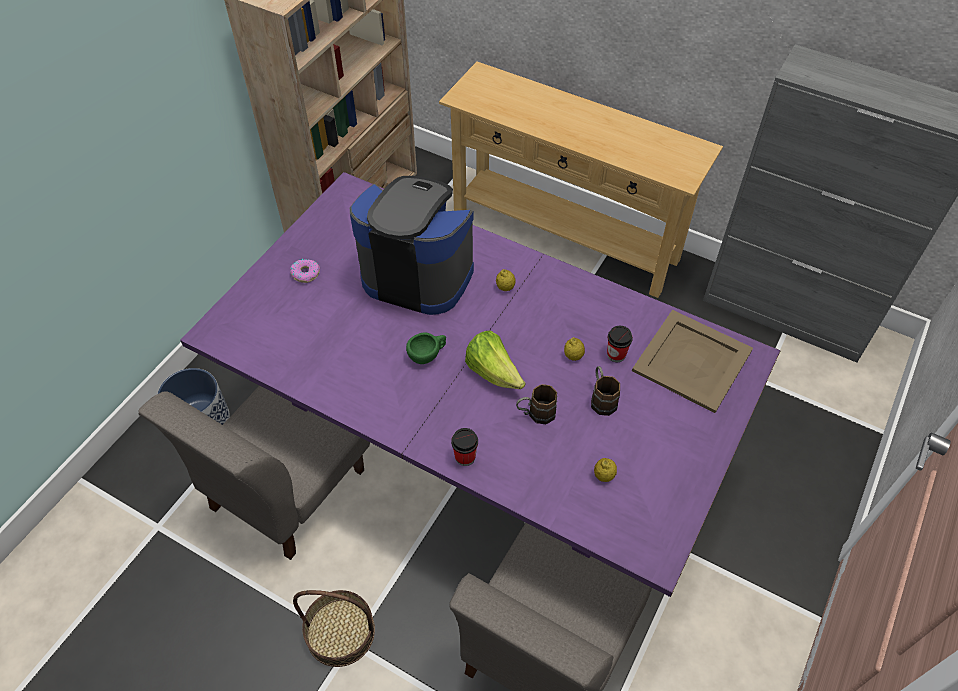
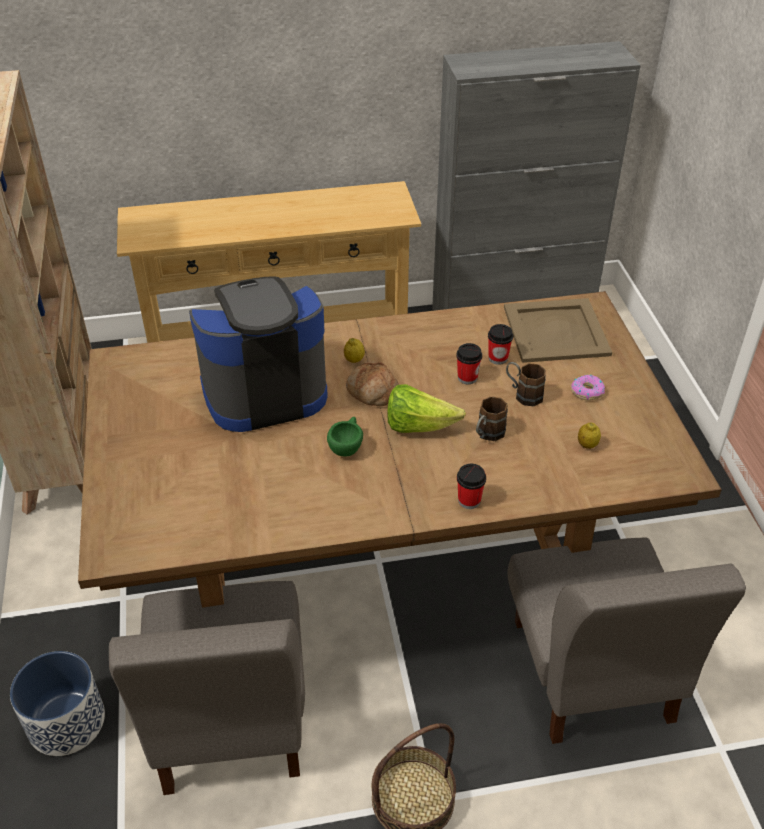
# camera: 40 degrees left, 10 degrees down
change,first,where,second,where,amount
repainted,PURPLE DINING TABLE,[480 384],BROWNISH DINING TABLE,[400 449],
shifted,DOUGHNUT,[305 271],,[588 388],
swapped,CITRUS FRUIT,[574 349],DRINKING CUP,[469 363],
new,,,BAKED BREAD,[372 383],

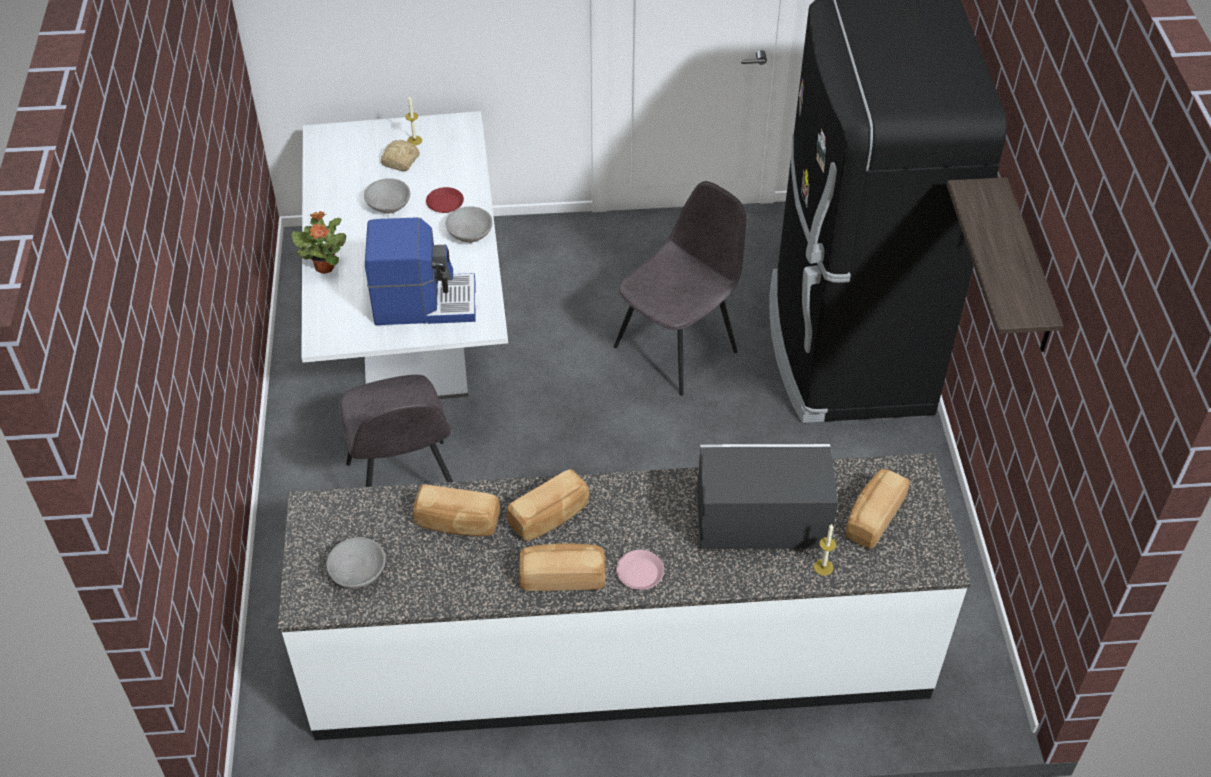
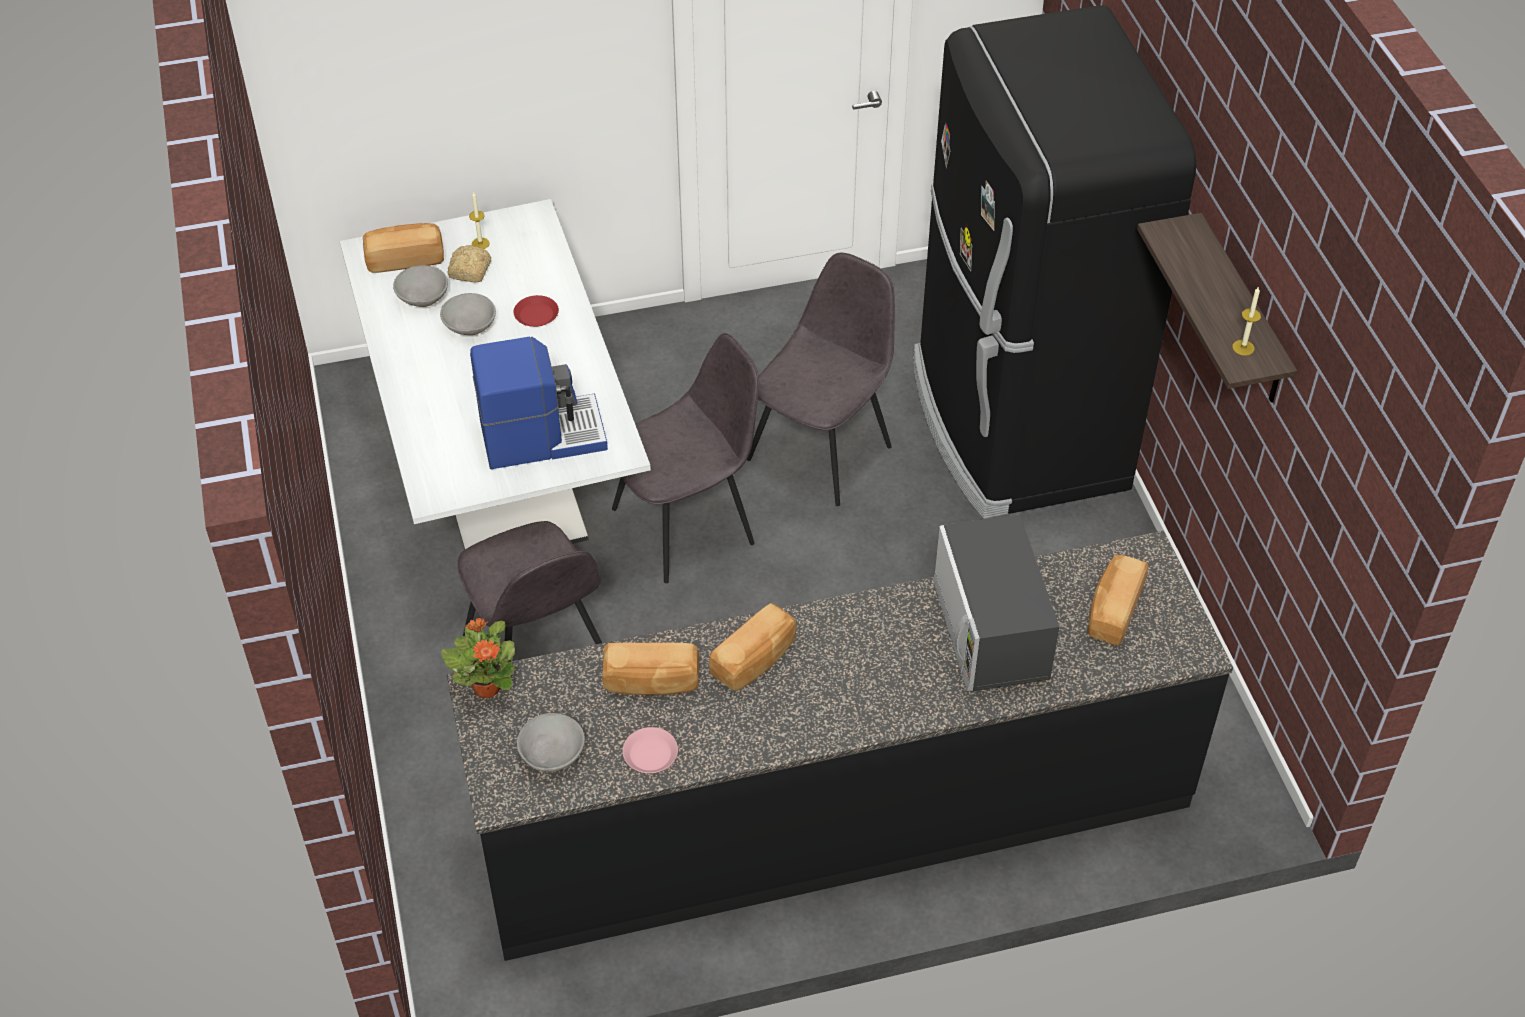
# camera: 10 degrees left, 0 degrees up
change,first,where,second,where,amount
shifted,GREY DEEP DISH,[469 225],,[420 286],
shifted,POTTED PLANT,[319 242],,[478 658],
rotated,MICROWAVE OVEN,[767 496],,[996 603],90 degrees counterclockwise
repainted,WHITE KITCHEN COUNTER,[624 596],BLACK-COLOURED KITCHEN COUNTER,[840 746],
shifted,WAX LIGHT,[825 550],,[1246 321],
shifted,BAKED BREAD,[562 567],,[403 248],
shifted,PINK FLAT DISH,[640 570],,[650 750],
new,,,GREY PLAIN CHAIR,[685 458],

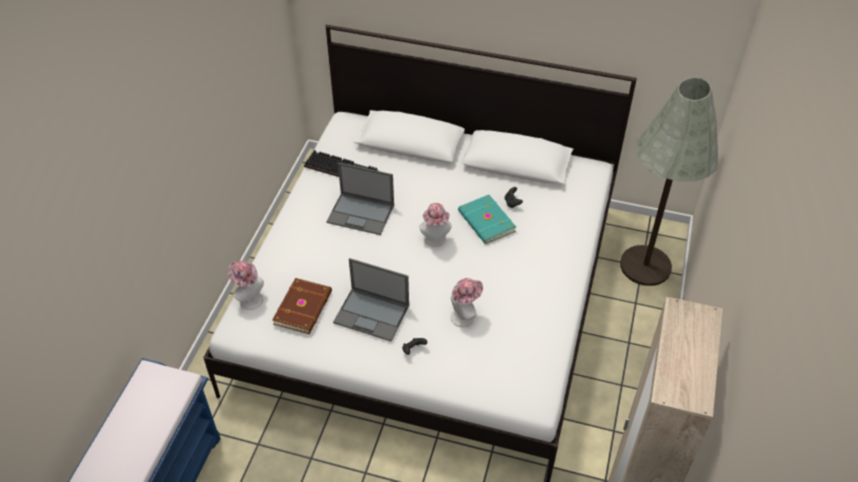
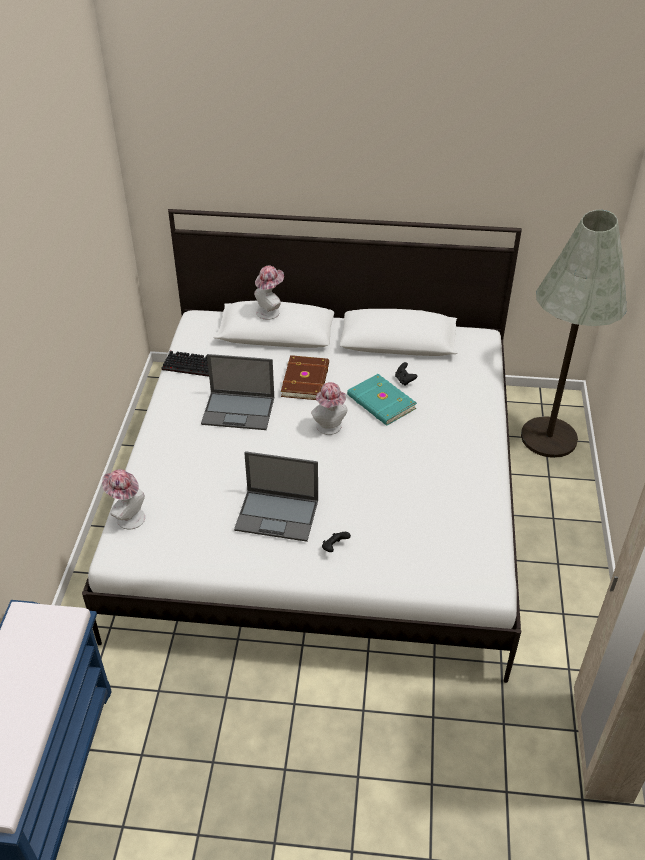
# camera: 10 degrees left, 5 degrees down
change,first,where,second,where,amount
shifted,BROWNISH VOLUME,[302 306],,[305 377],
shifted,WEARABLE HAT,[467 302],,[269 293],

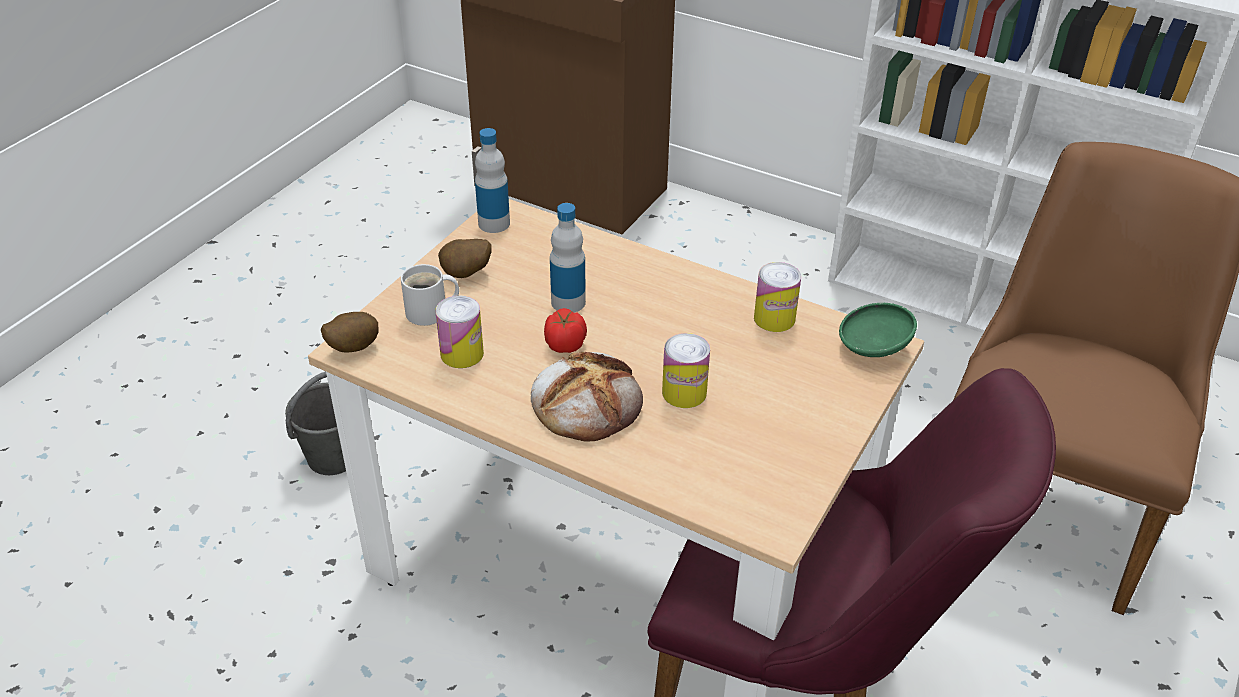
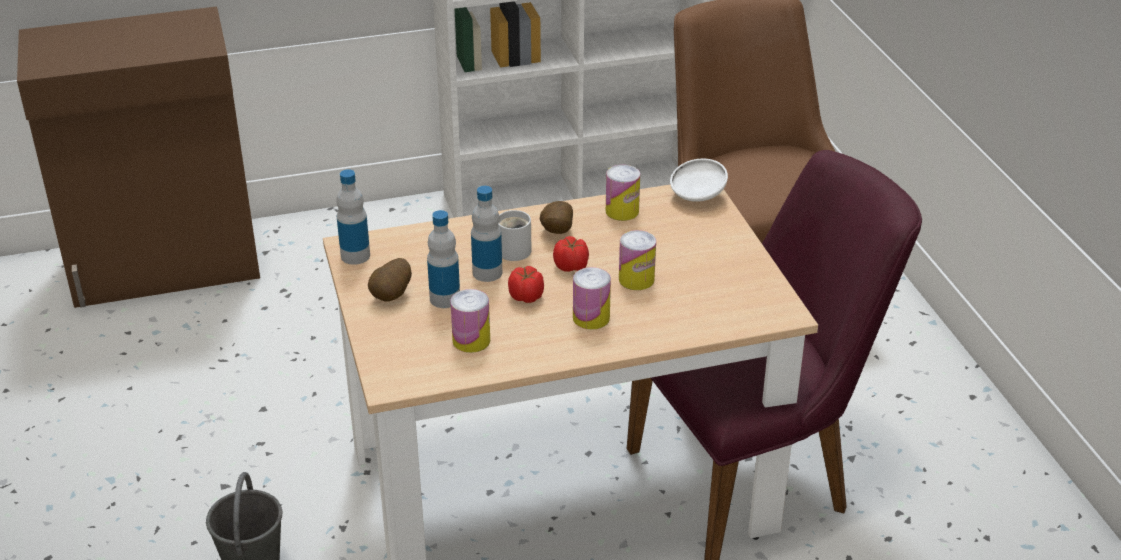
# camera: 45 degrees left, 5 degrees down
change,first,where,second,where,amount
shifted,WHITE MUG,[430 295],,[514 235],
repainted,GREEN-COLOURED DEEP DISH,[878 330],WHITE DEEP DISH,[699 180],
shifted,WHOLE POTATO,[350 332],,[556 217],
swapped,BAKED BREAD,[587 397],SEALED CAN,[592 298],
new,,,DRINK BOTTLE,[443 259],
new,,,TOMATO,[571 254],

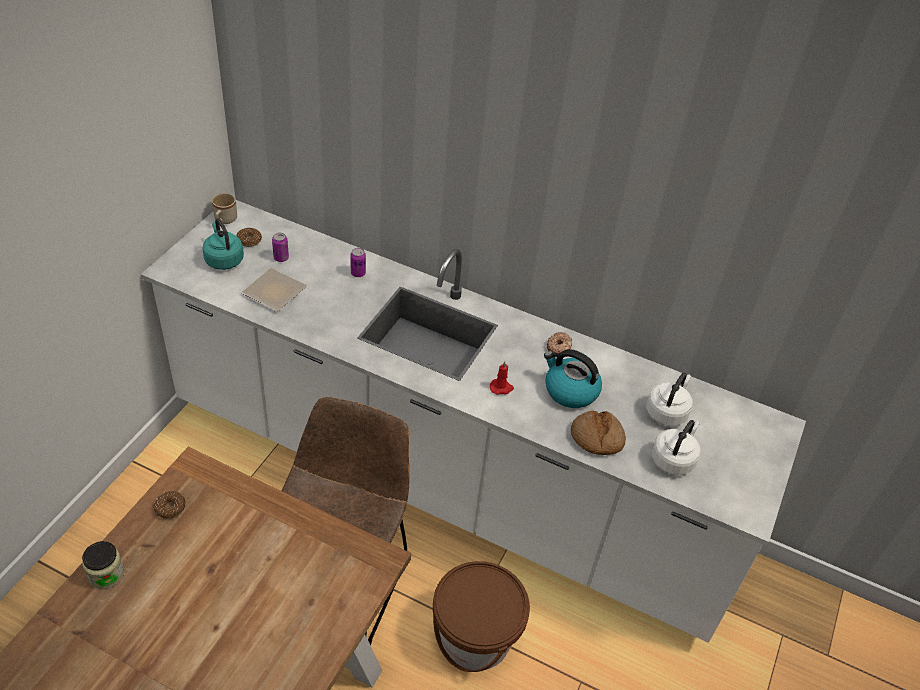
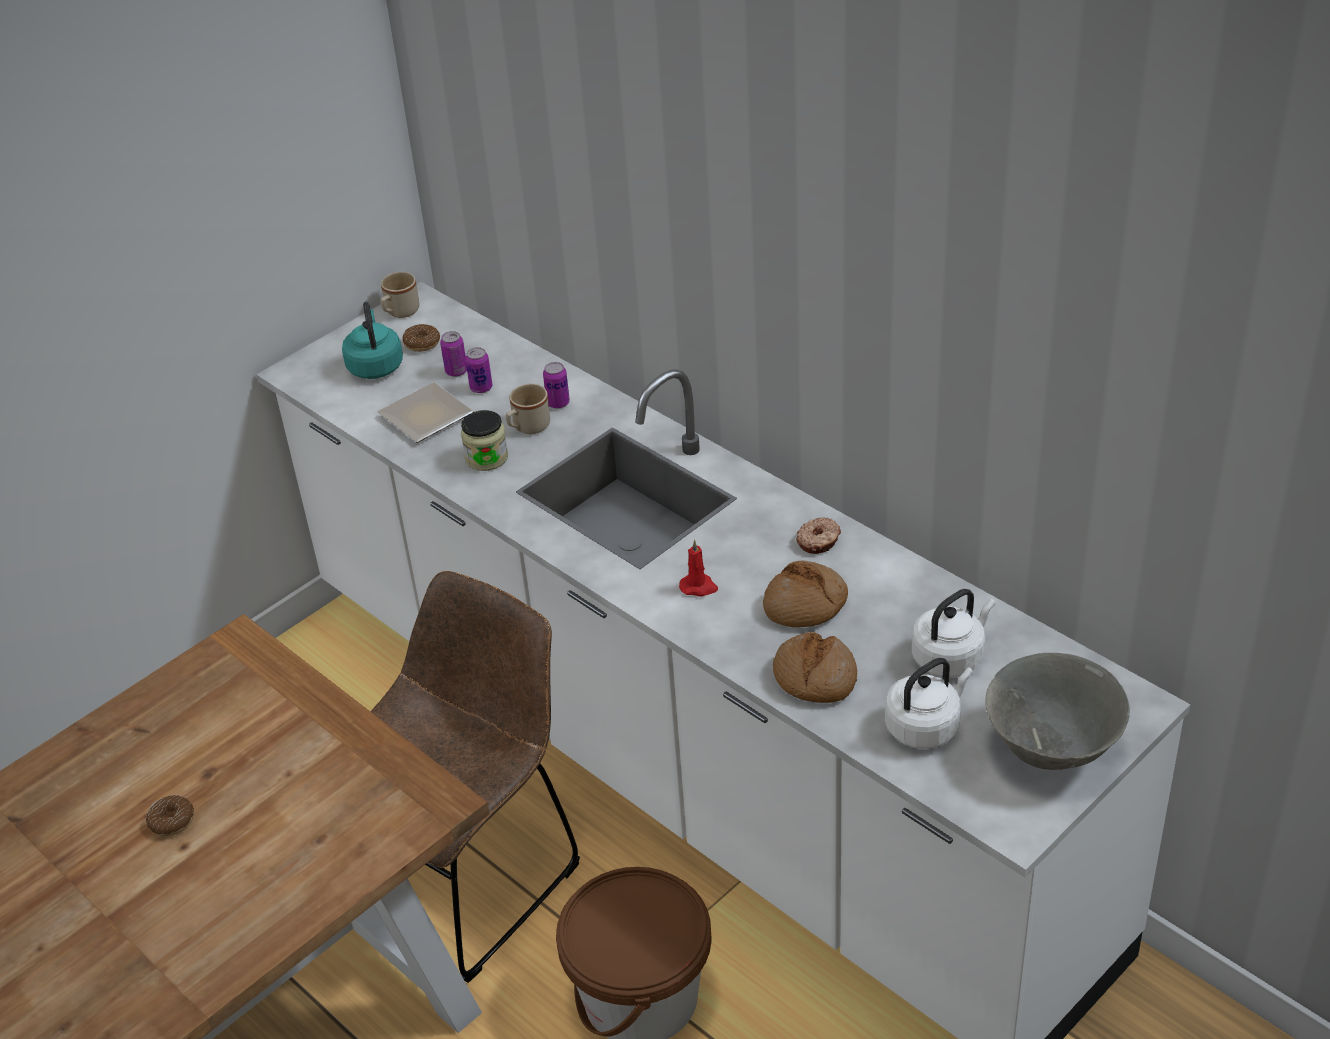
# camera: 25 degrees right, 5 degrees down
change,first,where,second,where,amount
swapped,KETTLE,[573 378],BAKED BREAD,[805 594],
shifted,DOUGHNUT,[170 505],,[170 815],
shifted,STORAGE JAR,[103 565],,[484 440],
new,,,SEALED CAN,[479 370],
new,,,BEIGE MUG,[528 409],
new,,,GREY DEEP DISH,[1057 711],

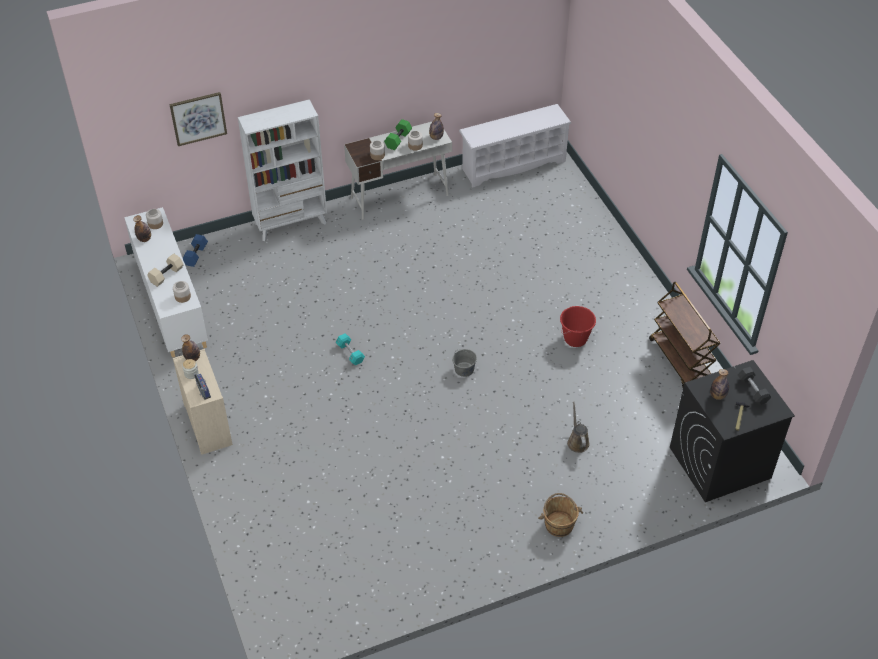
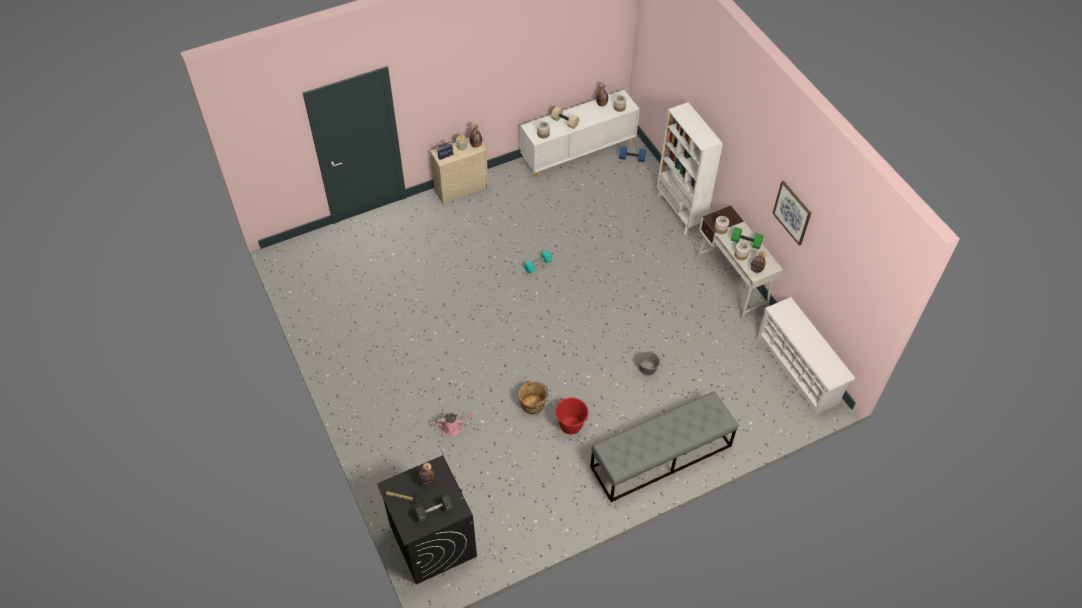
# camera: 85 degrees right, 5 degrees up
change,first,where,second,where,amount
shifted,WALL ART,[198 119],,[791 213],
gone,BROWNISH WHEELED CART,[684 335],,,
shifted,GREY PAIL,[464 363],,[649 363],
repainted,BROWNISH WATERING POT,[578 427],PINK WATERING POT,[456 423],
shifted,BROWNISH PAIL,[560 515],,[534 397],
new,,,GREY INDOOR BENCH,[664 447],

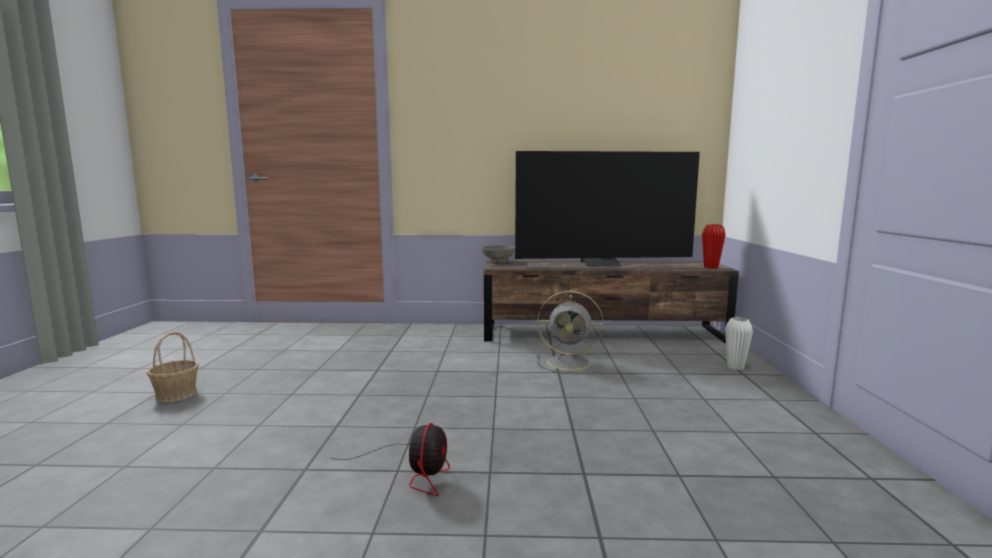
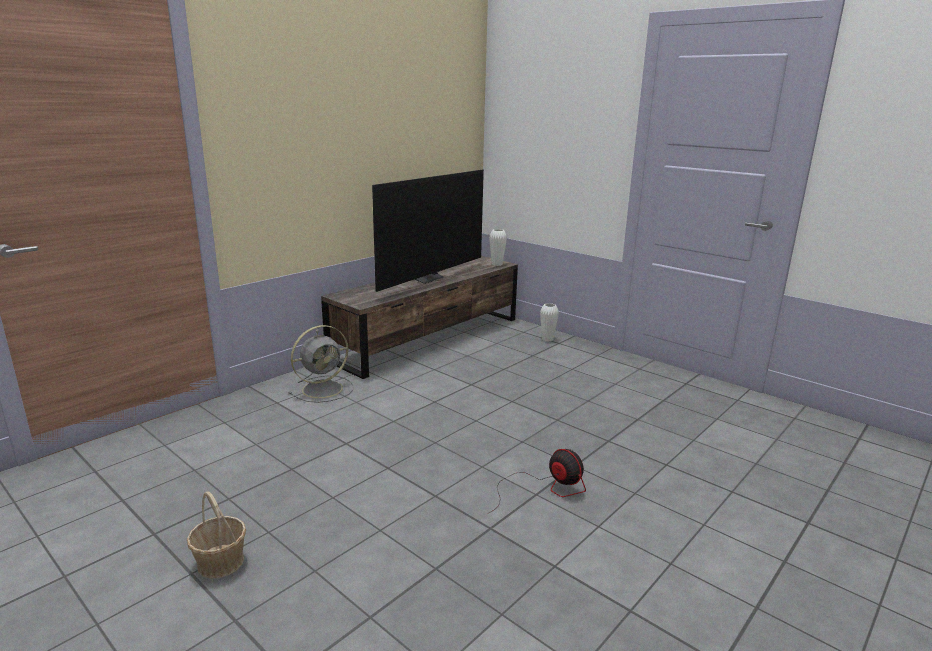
# camera: 50 degrees left, 10 degrees up
change,first,where,second,where,amount
repainted,REDDISH VASE,[714 246],WHITE VASE,[498 247],
gone,GREY DEEP DISH,[498 254],,,
shifted,GREY ELECTRIC FAN,[570 332],,[321 364],

